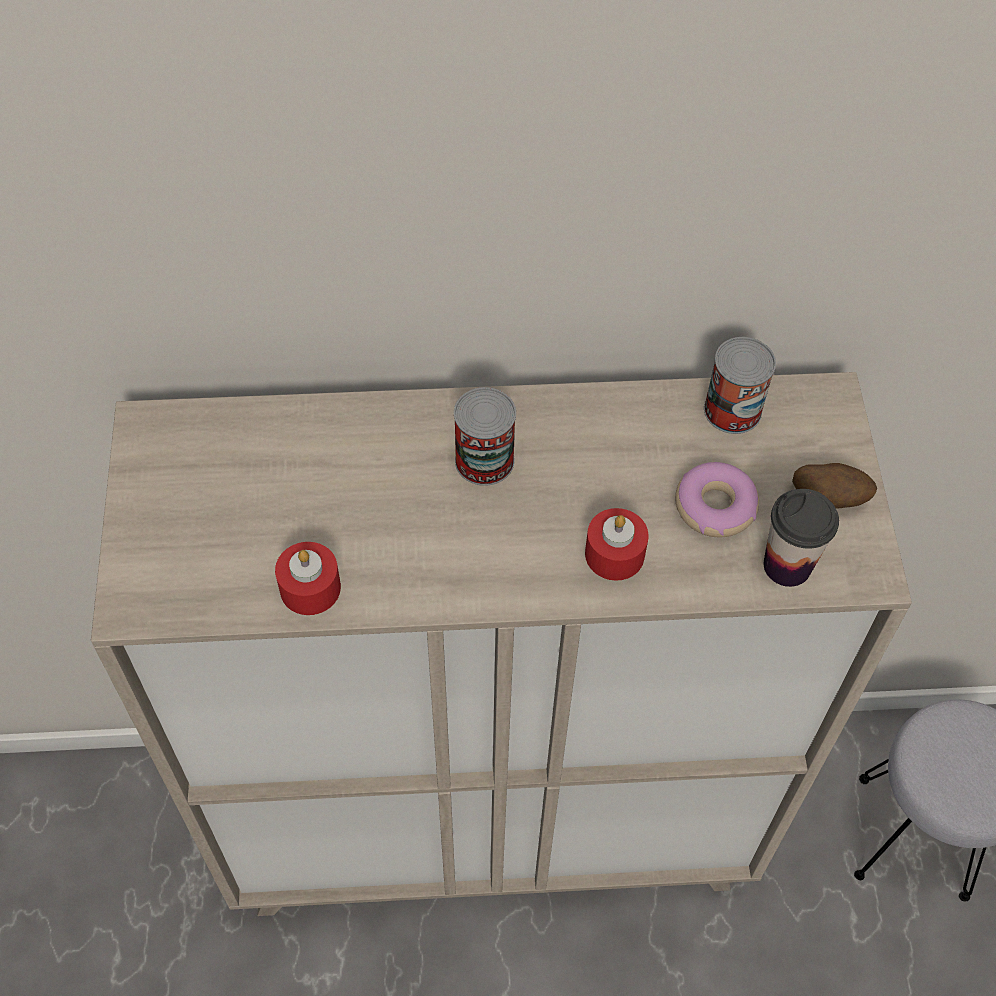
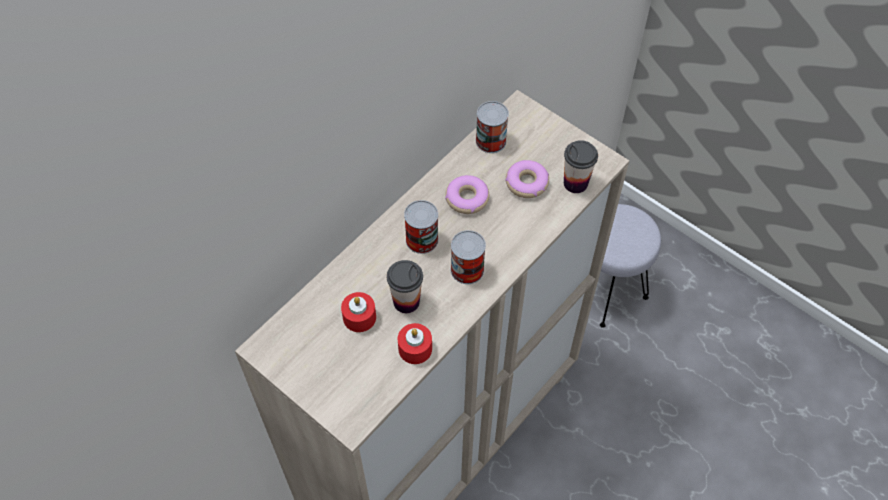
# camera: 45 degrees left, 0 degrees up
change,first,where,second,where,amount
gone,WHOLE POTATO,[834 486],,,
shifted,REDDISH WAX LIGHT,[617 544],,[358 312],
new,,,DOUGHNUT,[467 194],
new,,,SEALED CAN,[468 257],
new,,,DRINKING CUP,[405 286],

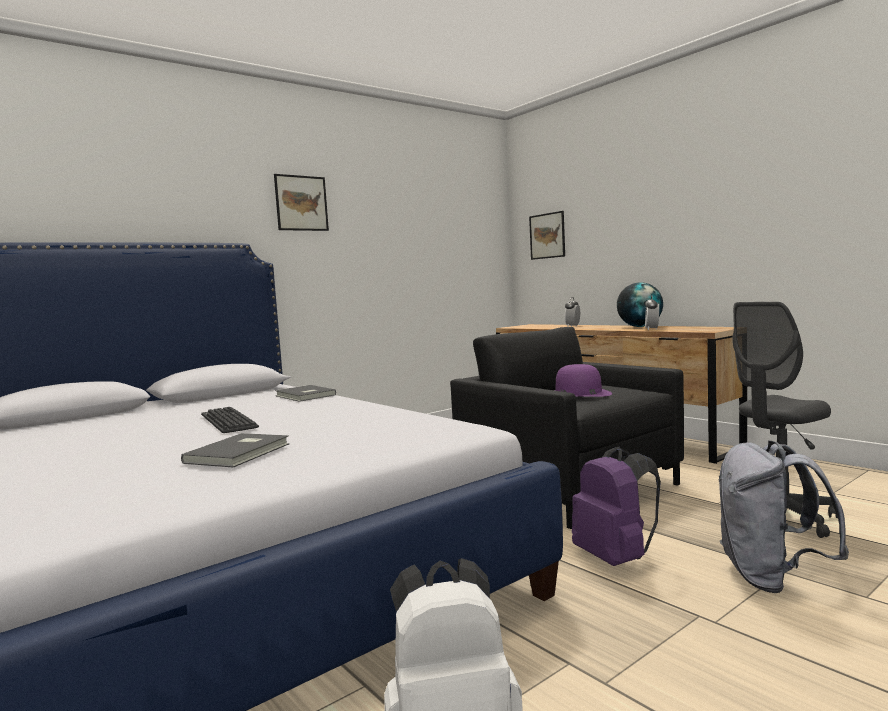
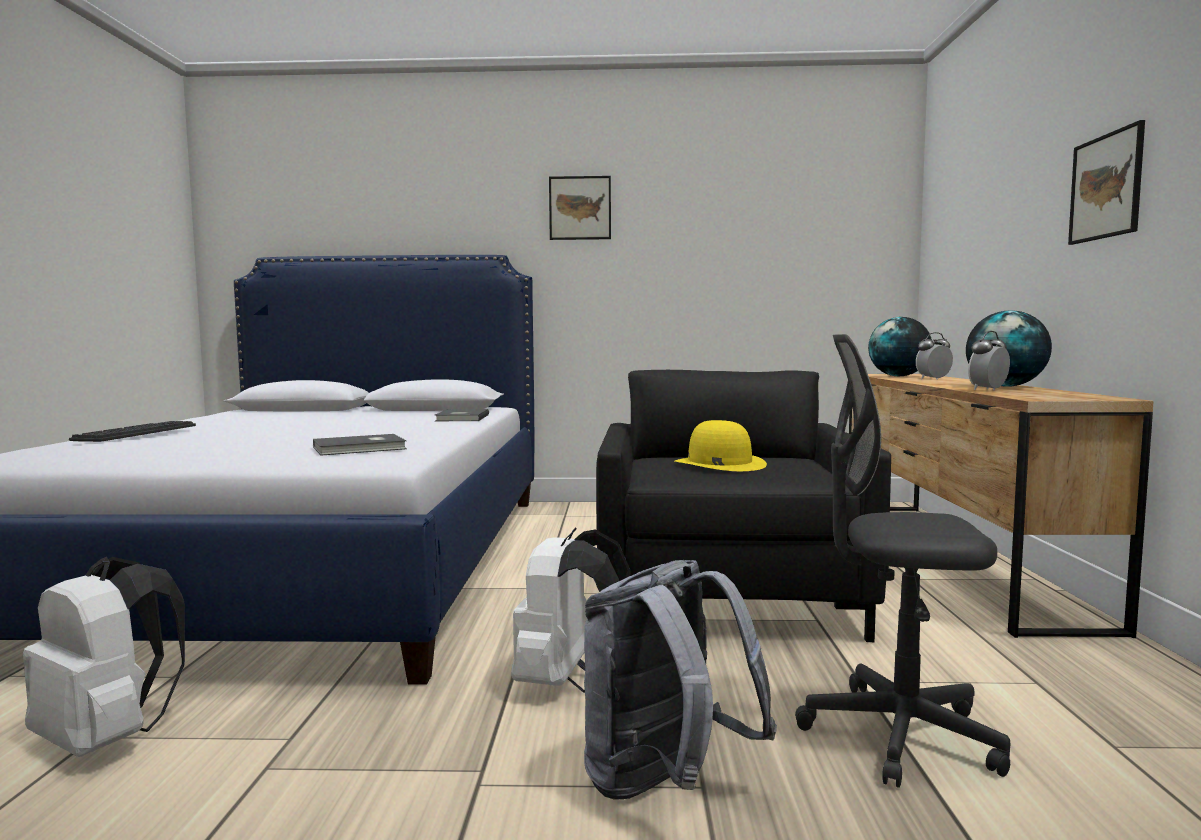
# camera: 40 degrees right, 0 degrees up
change,first,where,second,where,amount
shifted,WALL ART,[547 235],,[1106 182],
repainted,PURPLE WEARABLE HAT,[583 380],YELLOW WEARABLE HAT,[721 445],
shifted,PC KEYBOARD,[230 420],,[132 431],
shifted,GREY VOLUME,[235 450],,[360 444],
repainted,PURPLE BACKPACK,[616 506],WHITE BACKPACK,[570 610],
new,,,DESK GLOBE,[900 346],

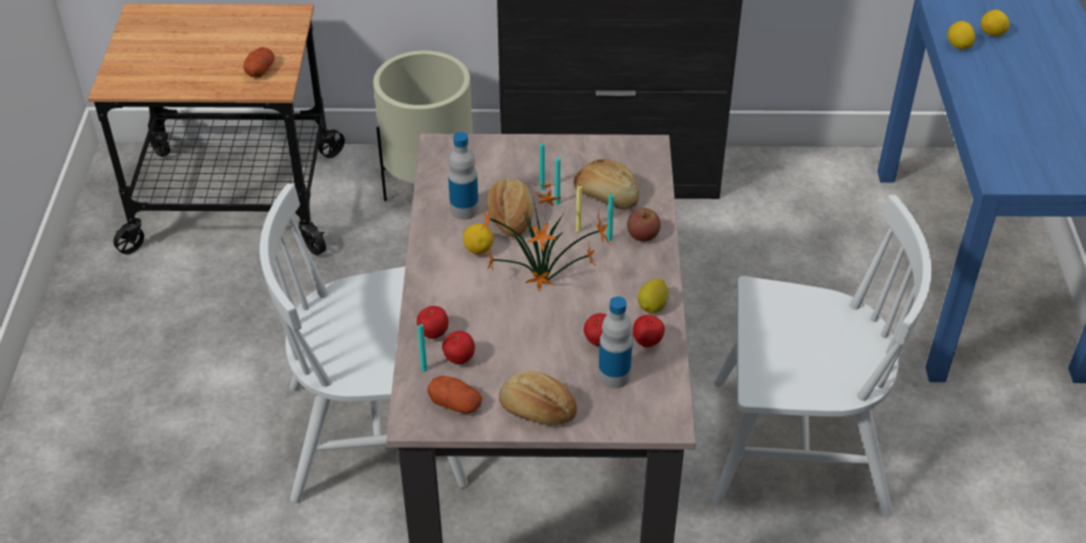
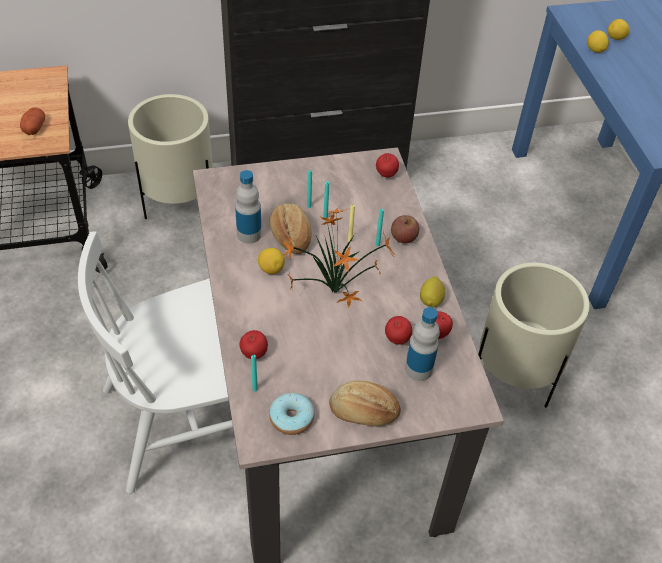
# camera: 15 degrees left, 5 degrees up
change,first,where,second,where,amount
gone,BAKED BREAD,[606 184],,,
swapped,WHITE PLAIN CHAIR,[822 355],BEIGE PLANTER,[534 335],
shifted,WHOLE APPLE,[458 347],,[387 165],
swapped,WHOLE POTATO,[454 395],DOUGHNUT,[291 414],

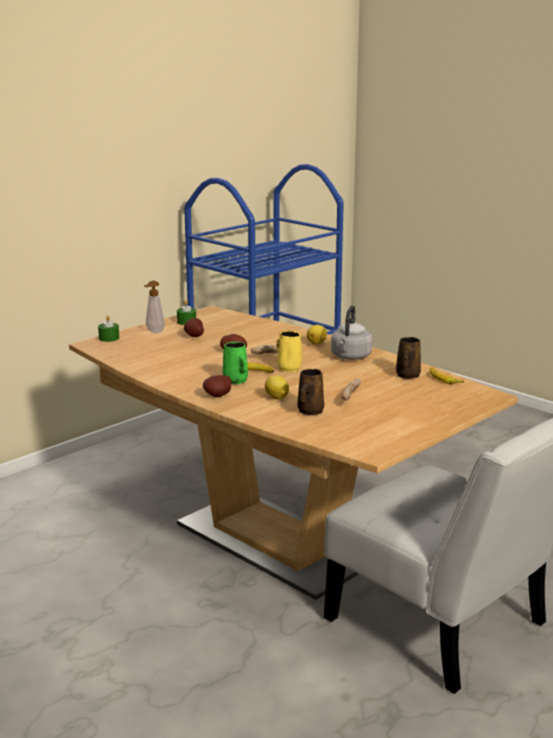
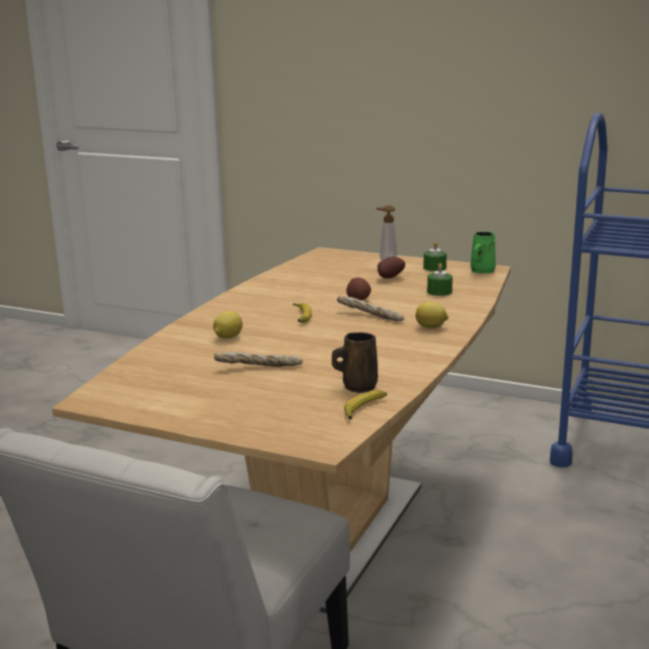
# camera: 70 degrees right, 0 degrees up
change,first,where,second,where,amount
gone,GREY KETTLE,[352 332],,,
shifted,GREEN-COLOURED WAX LIGHT,[108 328],,[440 279],
gone,YELLOW MUG,[289 351],,,
shifted,GREEN-COLOURED MUG,[235 363],,[483 252],
gone,BROWNISH MUG,[311 392],,,
gone,WHOLE POTATO,[217 386],,,

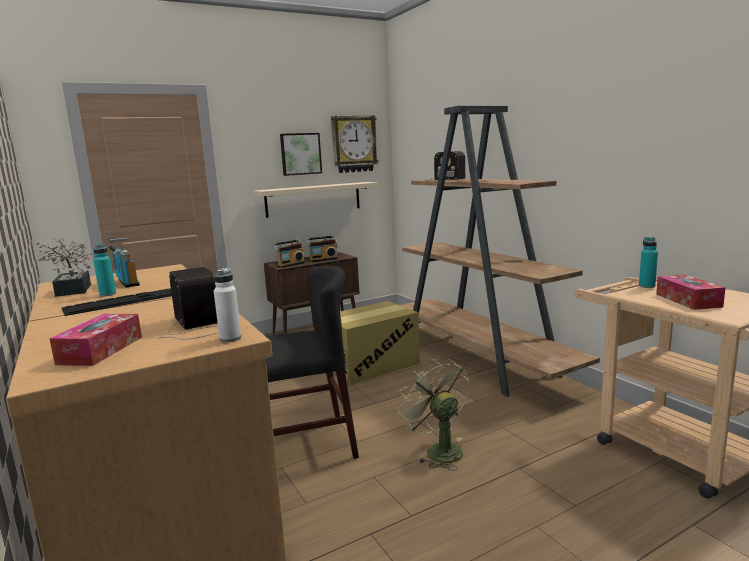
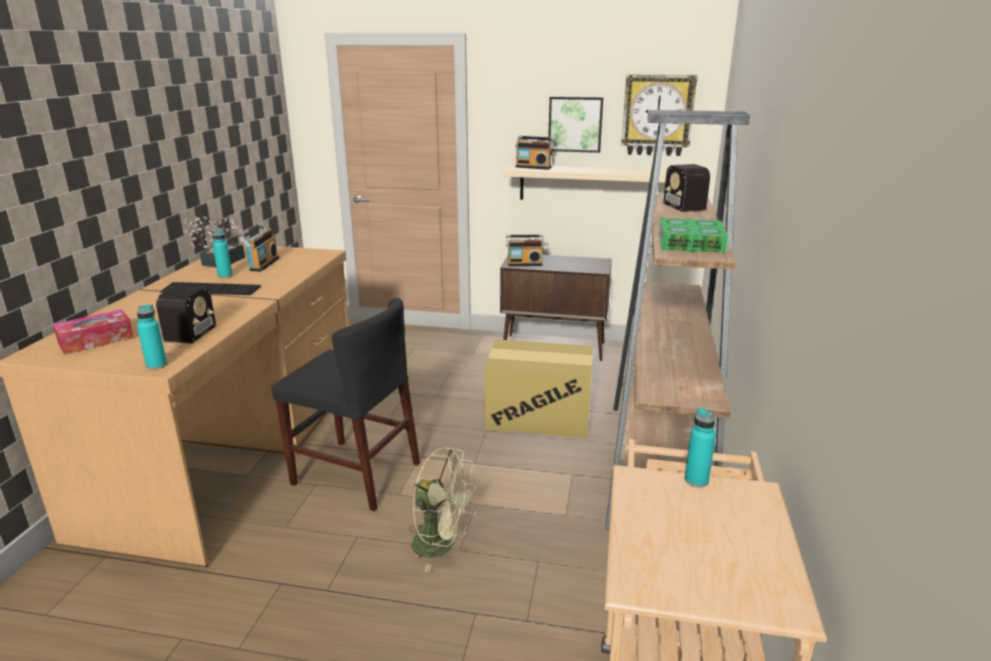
# camera: 40 degrees right, 10 degrees up
change,first,where,second,where,amount
shifted,RADIO SET,[322 248],,[535 153],
repainted,WHITE DRINK BOTTLE,[227 304],TURQUOISE-COLOURED DRINK BOTTLE,[152 337],
gone,TISSUE HOLDER,[691 292],,,
rotated,GREEN-COLOURED ELECTRIC FAN,[433 415],,[444 509],105 degrees clockwise
new,,,VOLUME,[694 235],

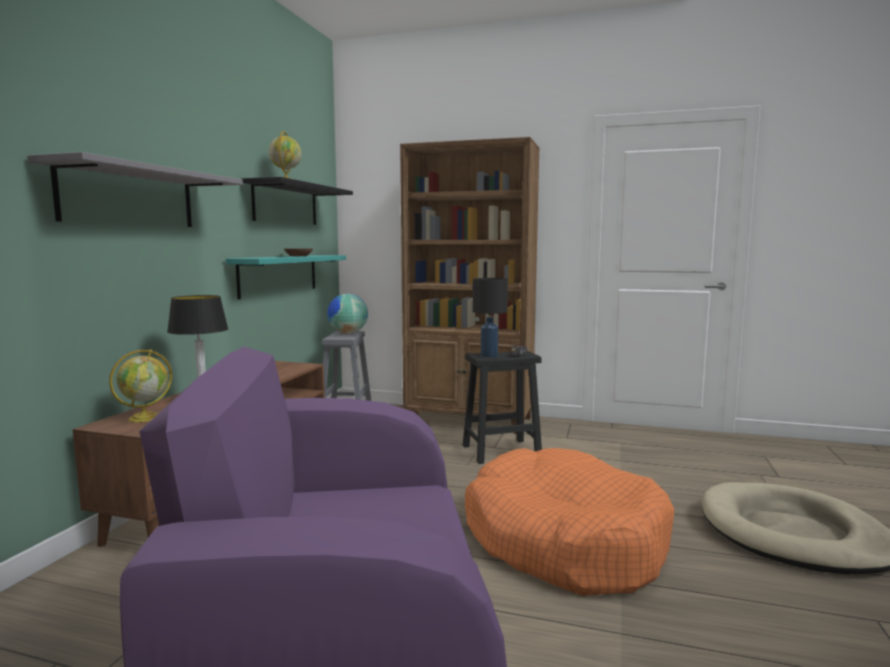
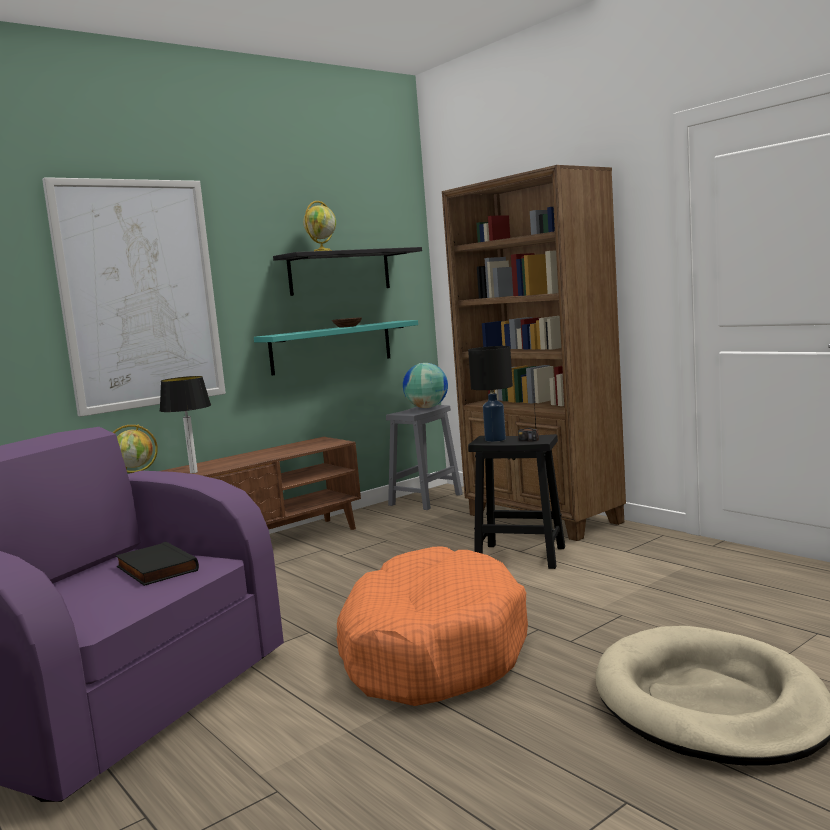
# camera: 35 degrees right, 0 degrees up
change,first,where,second,where,amount
swapped,GREY SHELF,[135 189],WALL ART,[134 297],
new,,,BLACK-COLOURED VOLUME,[157 564],

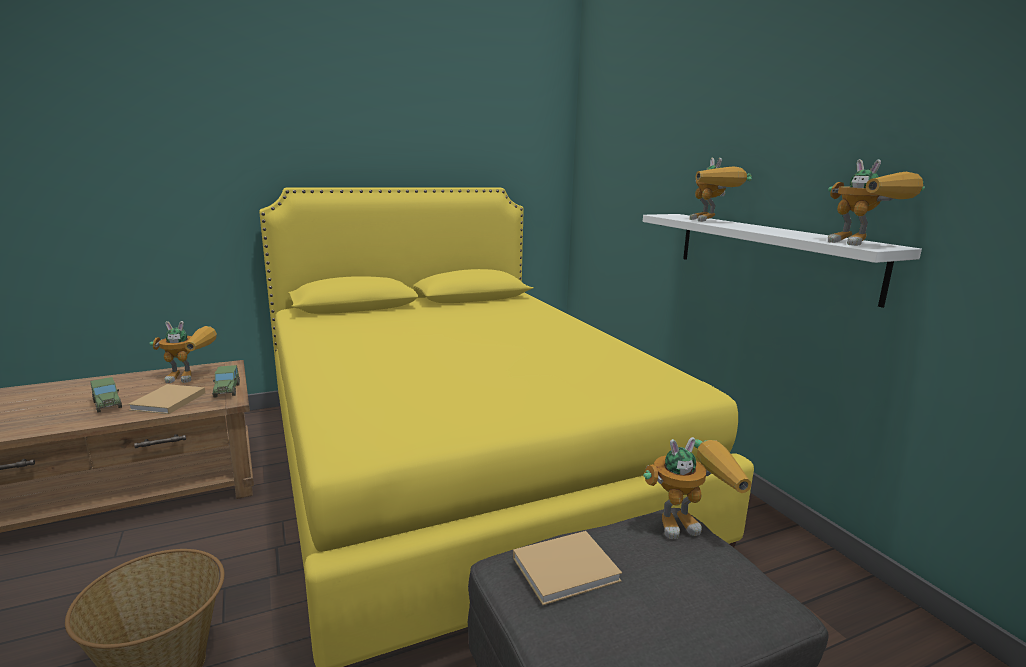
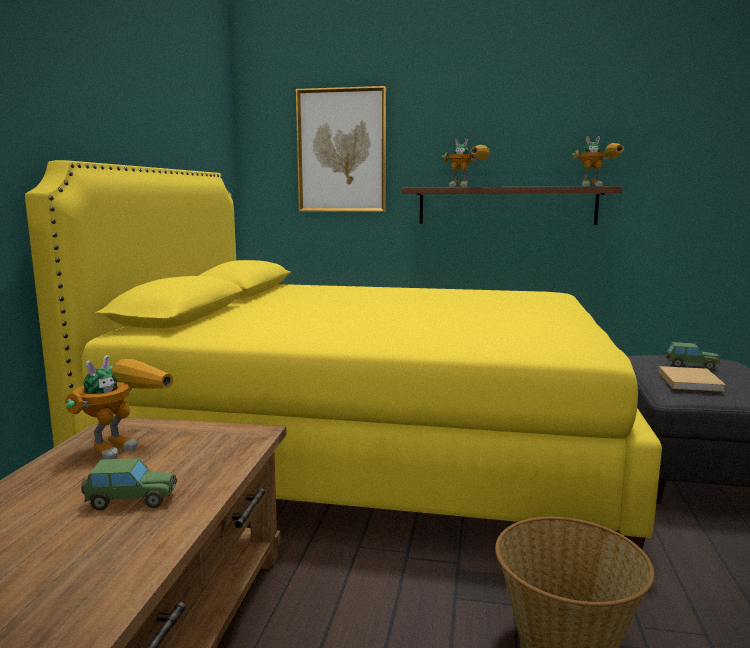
# camera: 55 degrees left, 5 degrees down
change,first,where,second,where,amount
repainted,WHITE SHELF,[782 261],BROWNISH SHELF,[512 206],
shifted,MINIATURE CAR,[226 381],,[693 356],
gone,BEIGE VOLUME,[166 399],,,
gone,ROBOT FIGURE,[697 488],,,
new,,,WALL ART,[341 149],

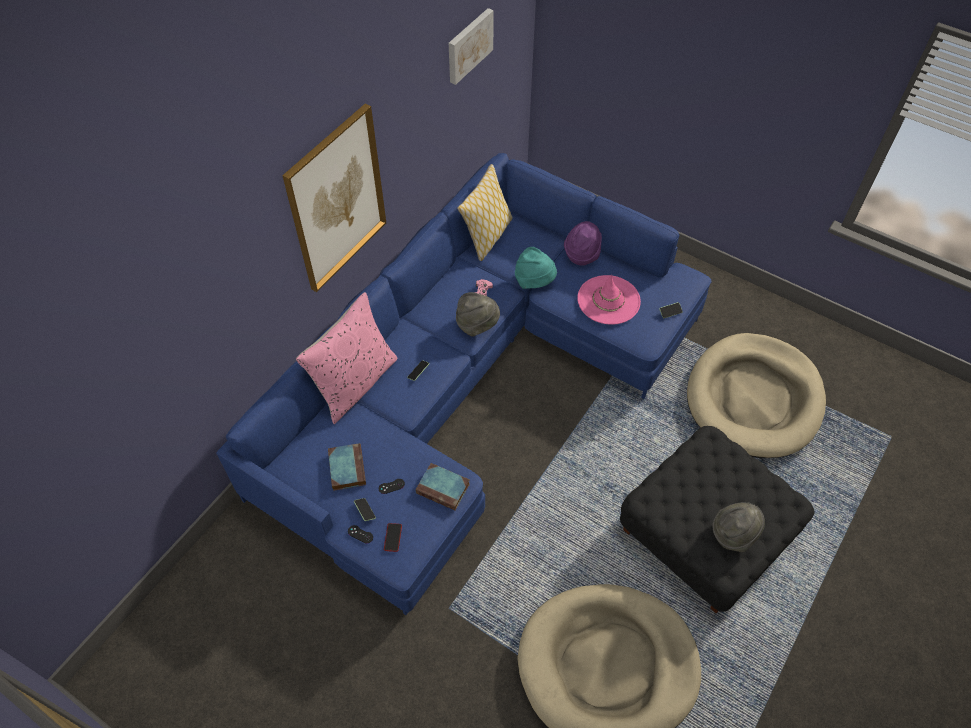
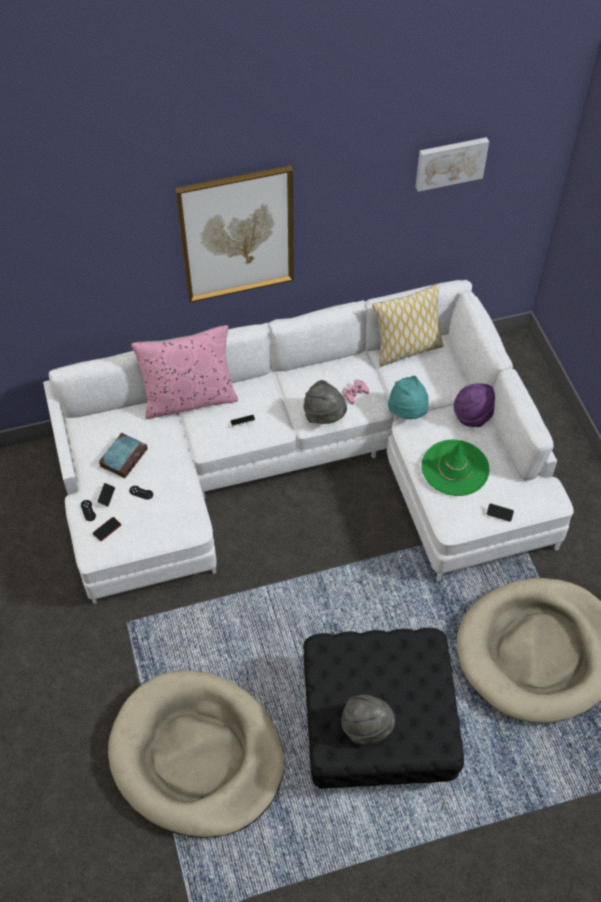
# camera: 40 degrees right, 0 degrees up
change,first,where,second,where,amount
repainted,BLUE COUCH,[464 384],WHITE COUCH,[308 442],
repainted,PINK WEARABLE HAT,[609 300],GREEN-COLOURED WEARABLE HAT,[455 468],
gone,VOLUME,[442 486],,,

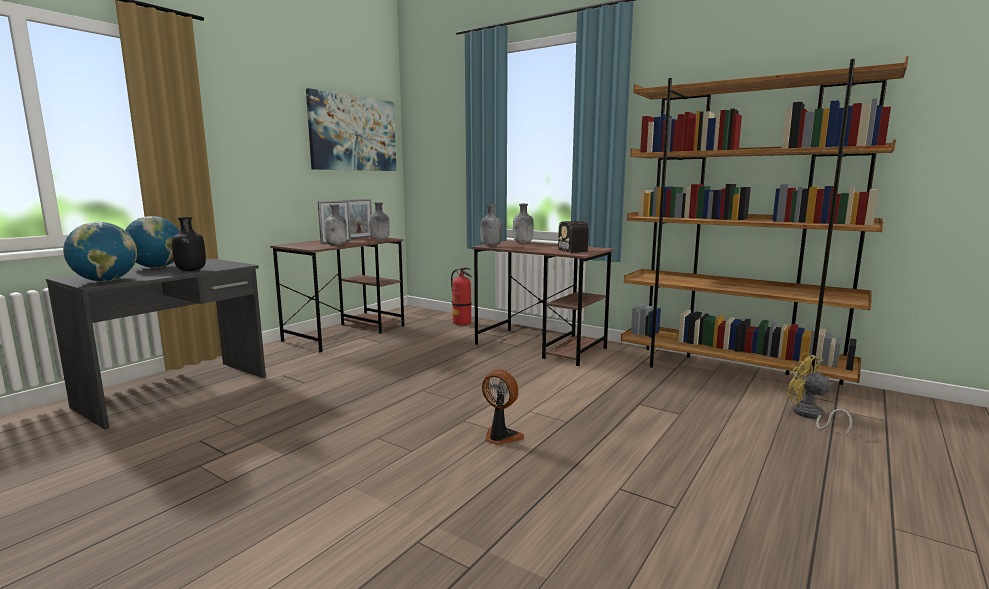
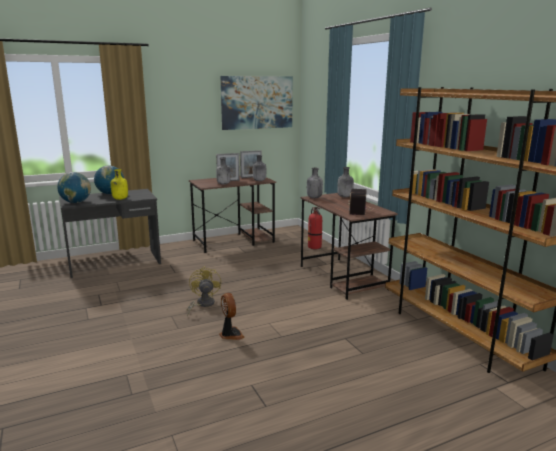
# camera: 30 degrees right, 5 degrees up
change,first,where,second,where,amount
repainted,BLACK-COLOURED DRINK BOTTLE,[189 244],YELLOW DRINK BOTTLE,[119 184],
shifted,YELLOW ELECTRIC FAN,[819 394],,[203 291],

